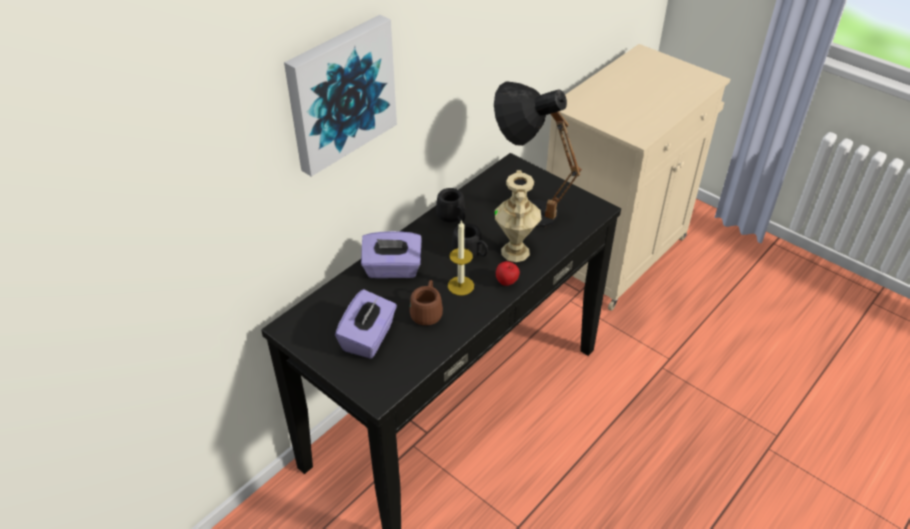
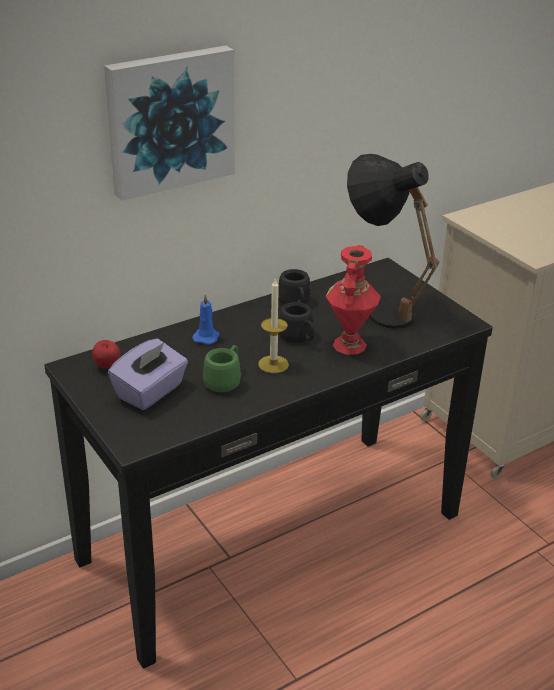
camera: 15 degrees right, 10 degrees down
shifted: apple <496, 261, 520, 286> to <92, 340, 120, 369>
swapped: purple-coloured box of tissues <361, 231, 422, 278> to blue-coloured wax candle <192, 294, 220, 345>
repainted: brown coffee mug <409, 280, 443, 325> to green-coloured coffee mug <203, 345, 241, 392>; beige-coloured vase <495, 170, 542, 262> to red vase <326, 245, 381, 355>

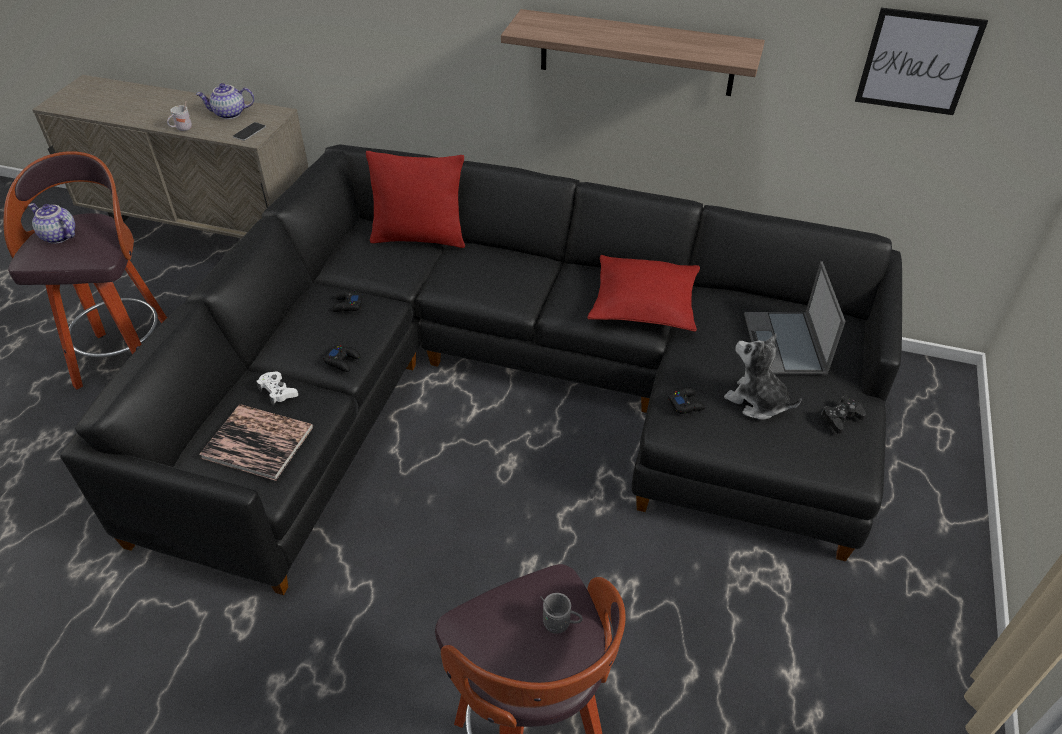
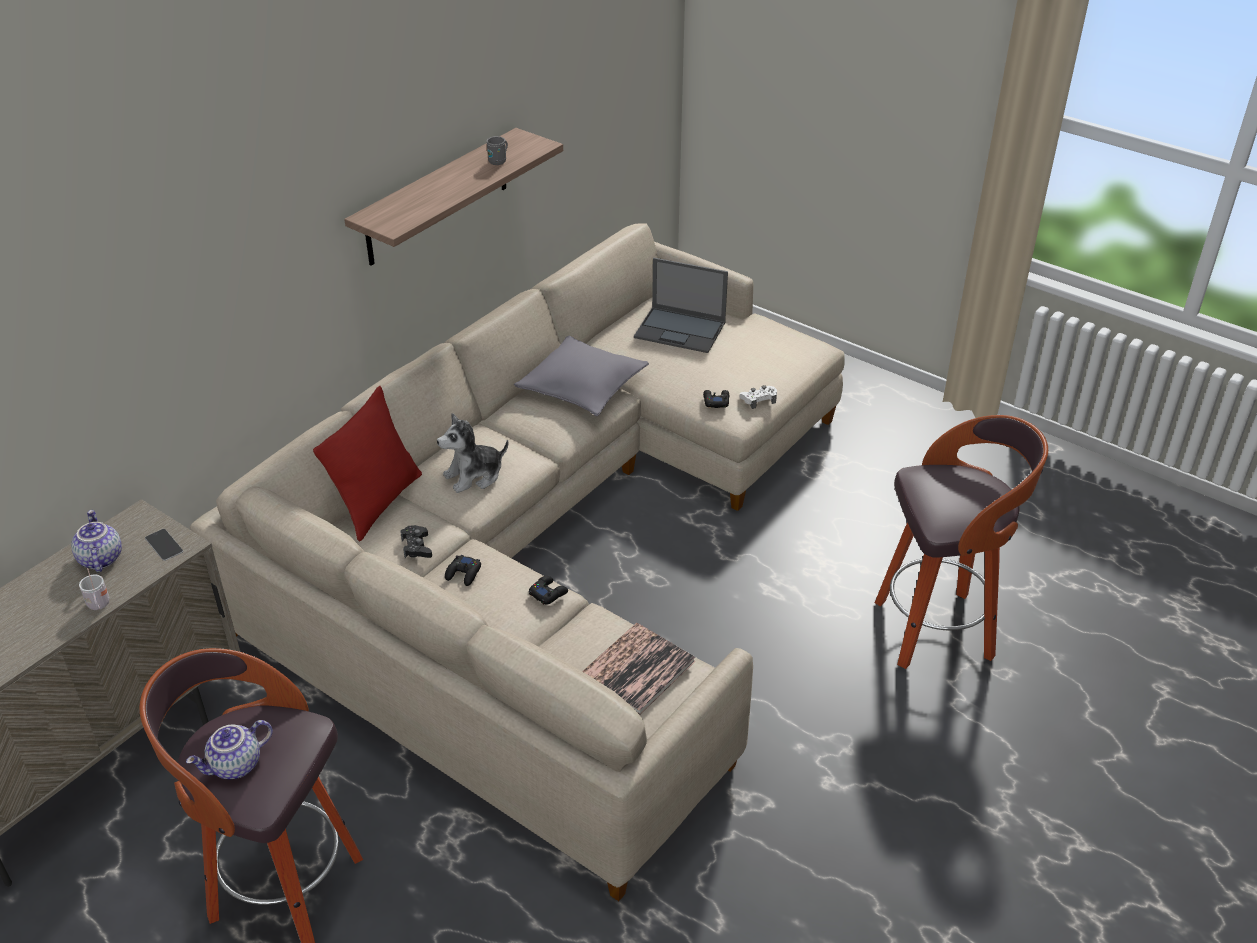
camera: 70 degrees left, 5 degrees down
gone: picture <855, 8, 988, 115>
shifted: white game controller <256, 372, 298, 406> to <740, 385, 777, 409>; gray coffee mug <540, 593, 583, 634> to <487, 136, 508, 165>; plush toy <724, 334, 802, 420> to <437, 413, 508, 493>; black-coloured game controller <821, 395, 866, 434> to <400, 525, 432, 558>
repainted: black-coloured settee <60, 145, 902, 595> to beige-coloured settee <190, 223, 845, 901>; red cushion <587, 255, 700, 332> to gray cushion <514, 336, 649, 416>
rotated: pot for tea <196, 83, 254, 119> = <71, 510, 122, 573> 150 degrees clockwise

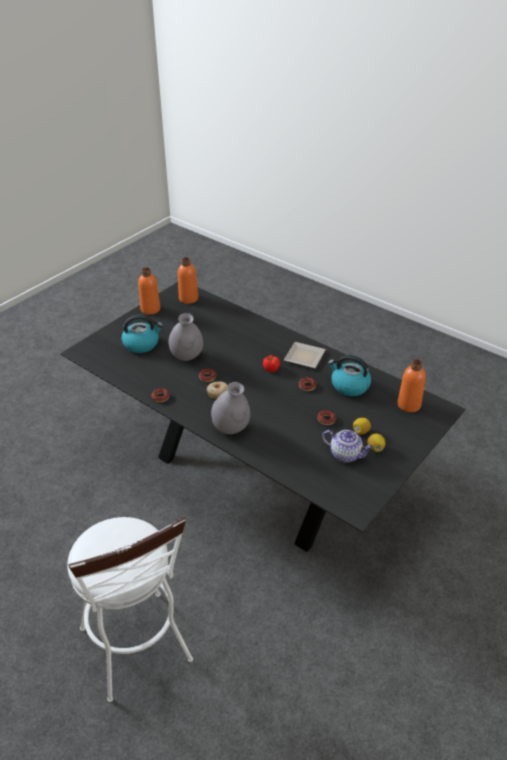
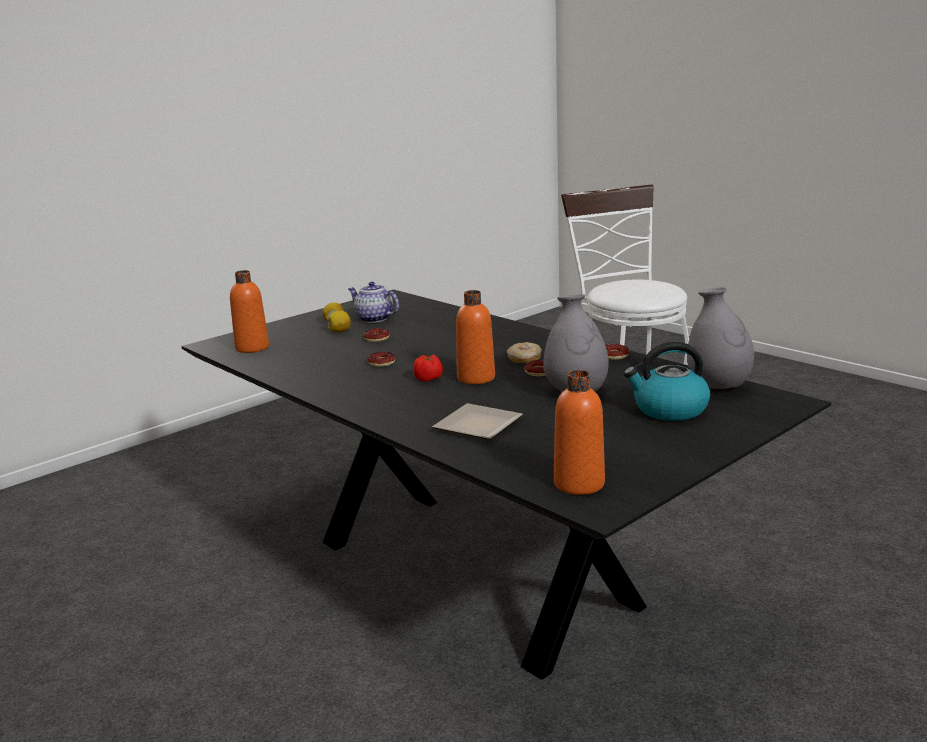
camera: 170 degrees left, 20 degrees down
gone: kettle <328, 355, 371, 396>
shifted: orange-coloured bottle <138, 267, 160, 315> to <456, 290, 495, 384>; gray vase <211, 382, 250, 434> to <687, 287, 754, 389>; plate <284, 342, 326, 369> to <432, 403, 523, 440>

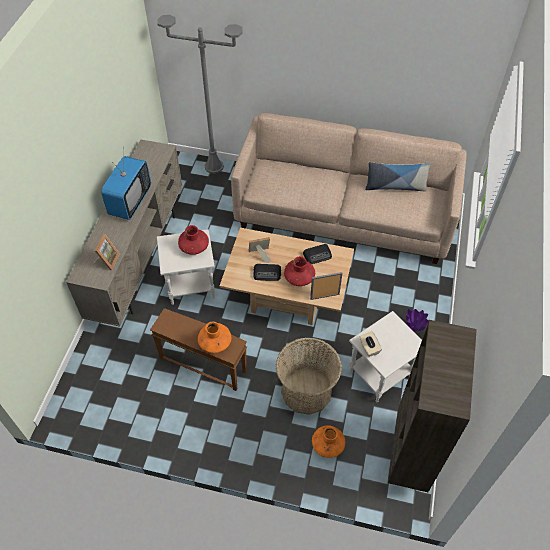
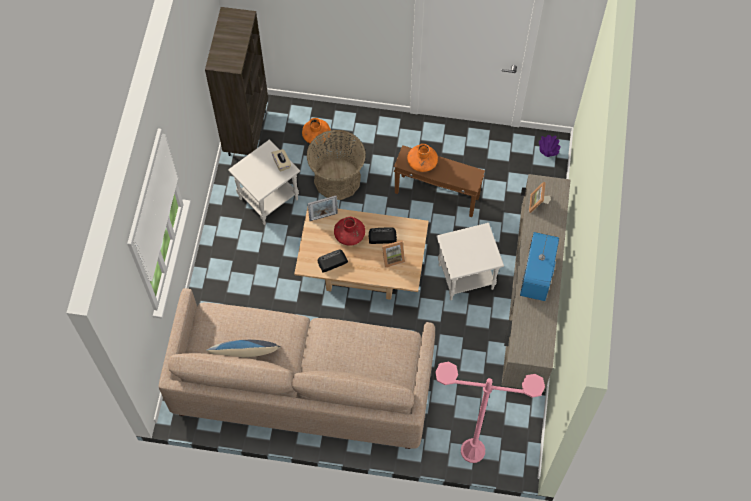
camera: 175 degrees right, 10 degrees up
gone: red vase <178, 225, 209, 255>
shifted: purple-coloured vase <406, 309, 429, 332> to <539, 135, 561, 157>
repainted: gray floor lamp <157, 15, 243, 174> to pink-coloured floor lamp <435, 362, 545, 463>

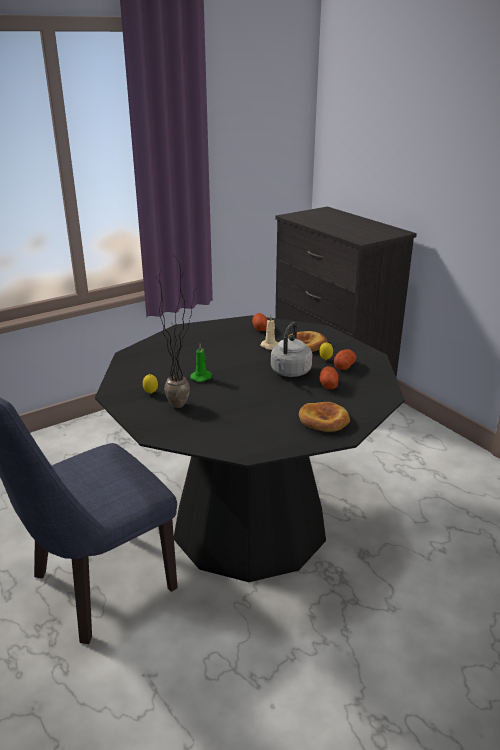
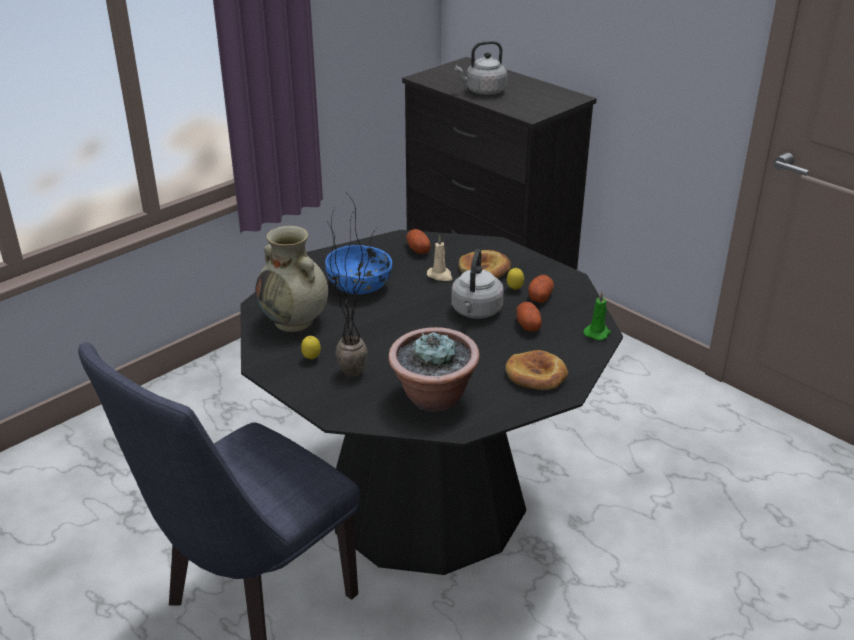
camera: 10 degrees left, 5 degrees up
new: beige-coloured vase <255, 226, 328, 332>; blue-coloured bowl <325, 245, 392, 294>; houseplant <388, 327, 480, 412>; gray kettle <455, 41, 507, 95>
shifted: green-coloured wax candle <190, 344, 212, 382> to <583, 292, 611, 340>

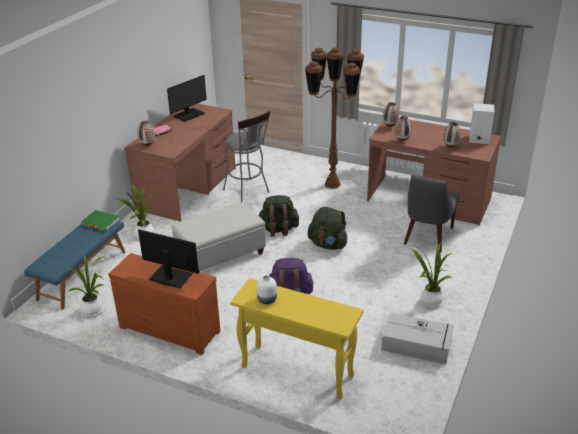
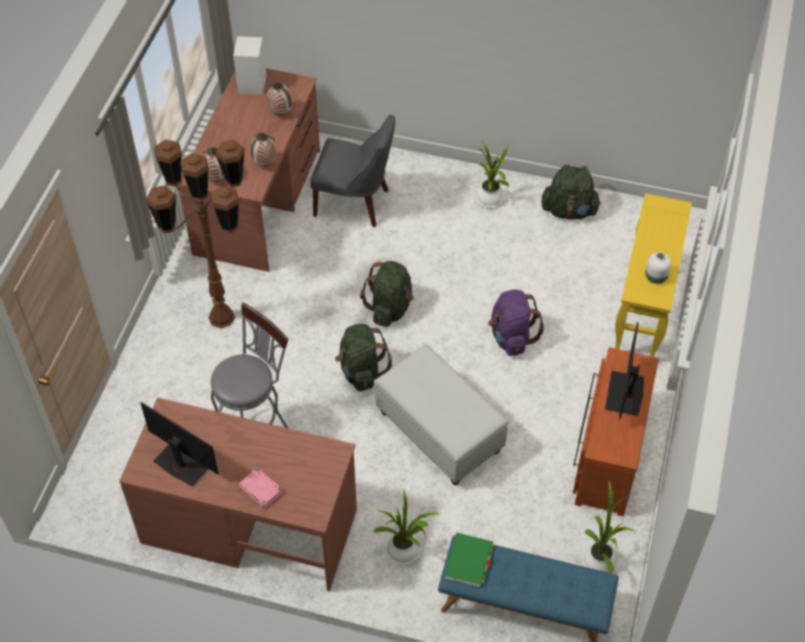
camera: 100 degrees left, 20 degrees up
gone: vase <137, 121, 155, 146>
swapped: gray storage bin <381, 313, 454, 364> to green-coloured backpack <541, 165, 601, 220>

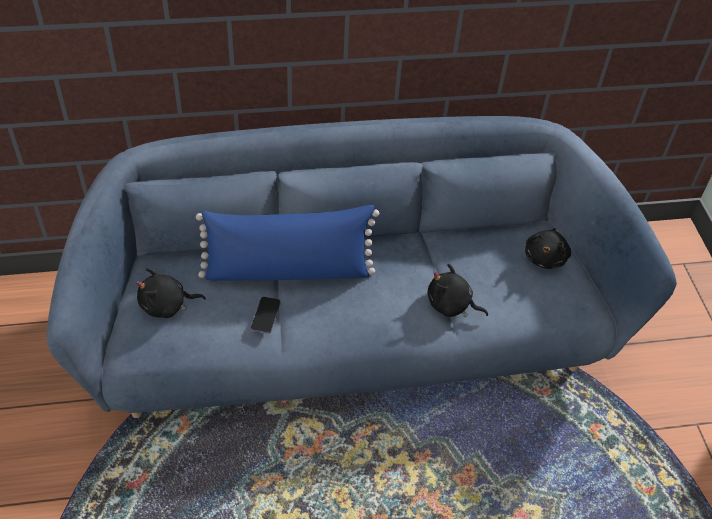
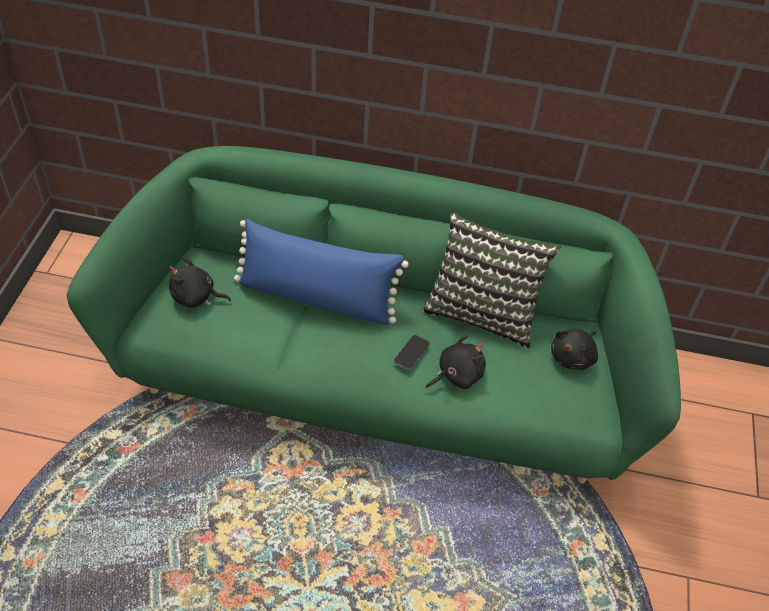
camera: 20 degrees right, 0 degrees up
new: cushion <423, 212, 561, 349>
shifted: telephone <251, 297, 281, 334> to <394, 335, 430, 370>
repainted: blue-coloured settee <47, 116, 677, 418> to green-coloured settee <66, 146, 681, 483>
rotated: black-coloured plush toy <428, 264, 488, 317> = <426, 335, 486, 389> 105 degrees clockwise

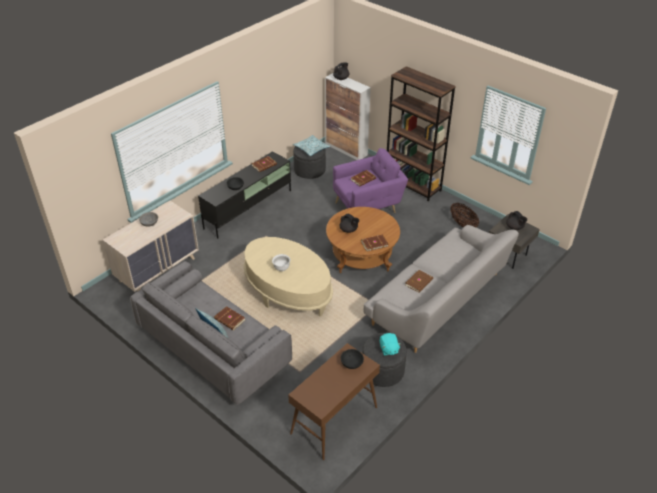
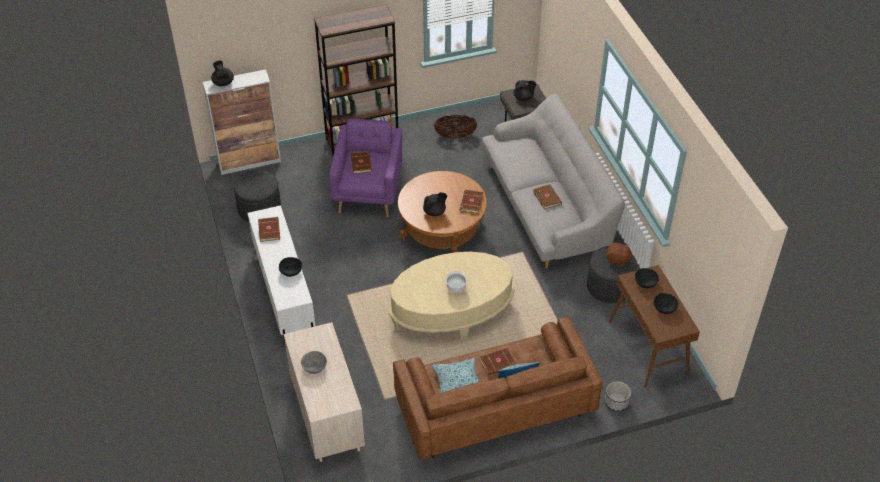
camera: 60 degrees left, 5 degrees up
new: plant pot <604, 381, 631, 412>; black-coloured bowl <654, 293, 679, 314>
shifted: cushion <293, 135, 330, 156> to <432, 358, 479, 393>
repainted: gray settee <130, 261, 292, 405> to brown settee <393, 317, 602, 460>; black-coloured tv stand <198, 151, 291, 238> to white tv stand <248, 205, 315, 347>; turquoise-coloured plush toy <380, 333, 401, 356> to brown plush toy <606, 242, 633, 266>

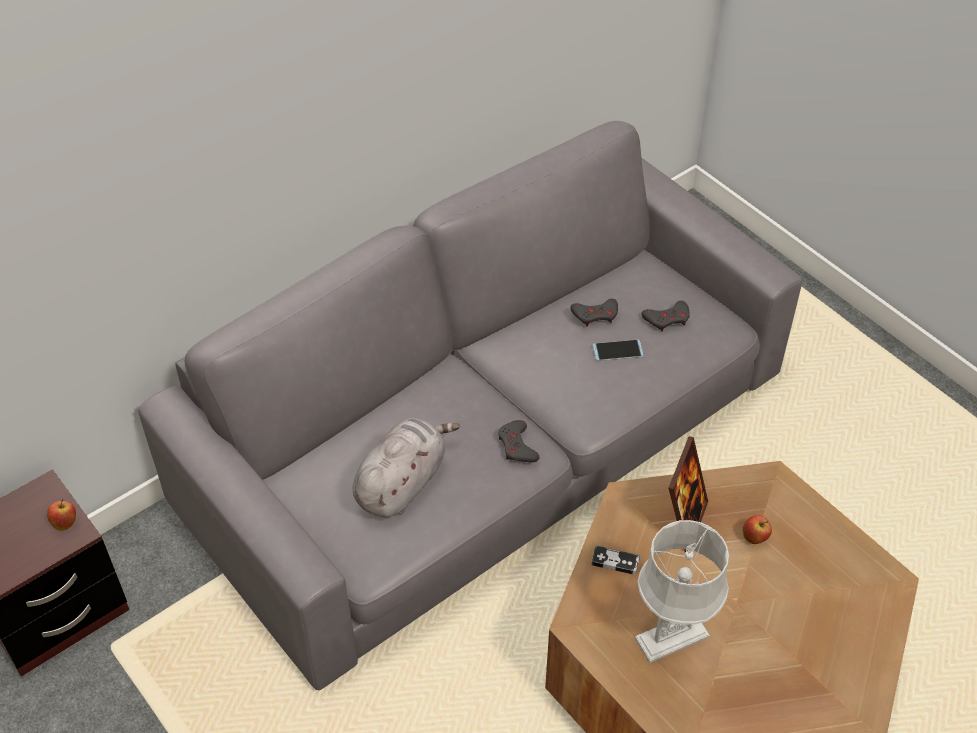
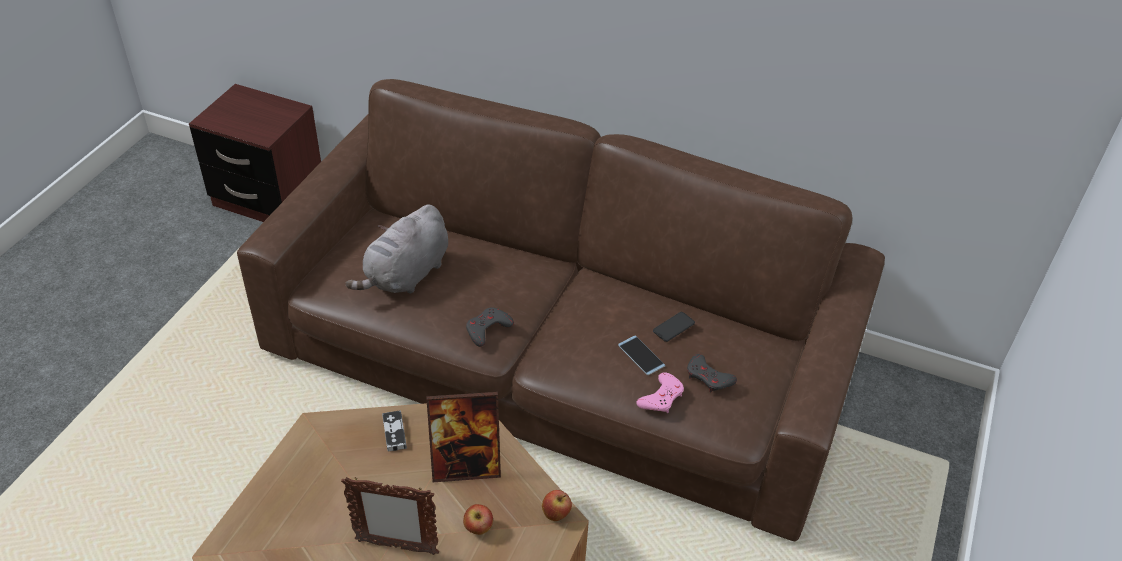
camera: 60 degrees right, 5 degrees down
gone: gray lamp for a table <635, 520, 729, 663>
new: standing frame <341, 477, 439, 555>; pink-coloured game controller <636, 372, 684, 413>
shifted: apple <47, 499, 76, 531> to <542, 490, 572, 521>
swapped: gray game controller <571, 299, 618, 327> to telephone <653, 312, 695, 342>
repainted: gray settee <138, 121, 802, 690> to brown settee <237, 79, 885, 541>
rotated: gray plush toy <353, 418, 460, 517> = <345, 205, 448, 294> 120 degrees clockwise

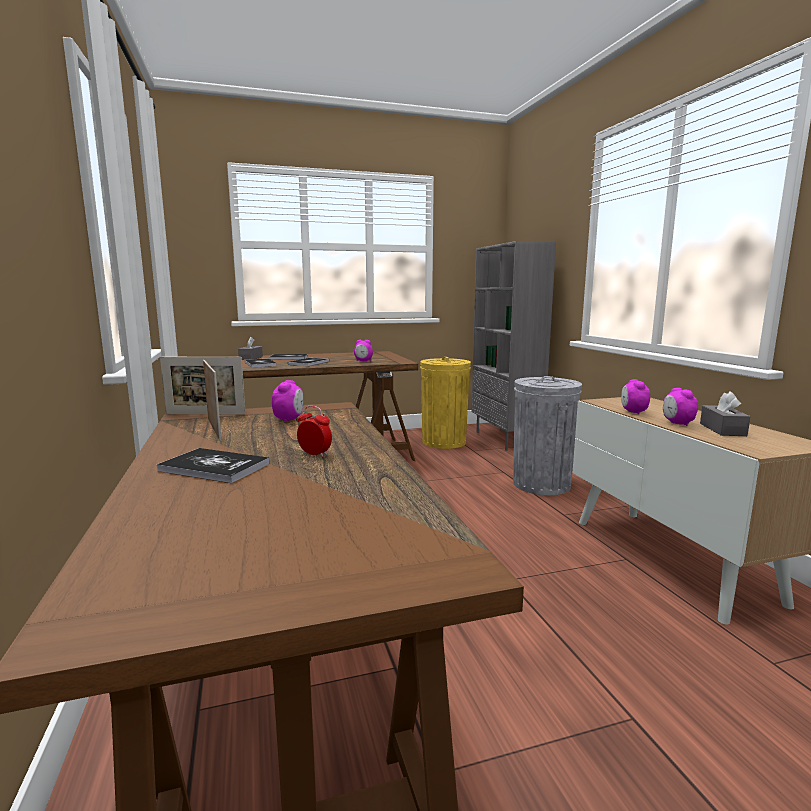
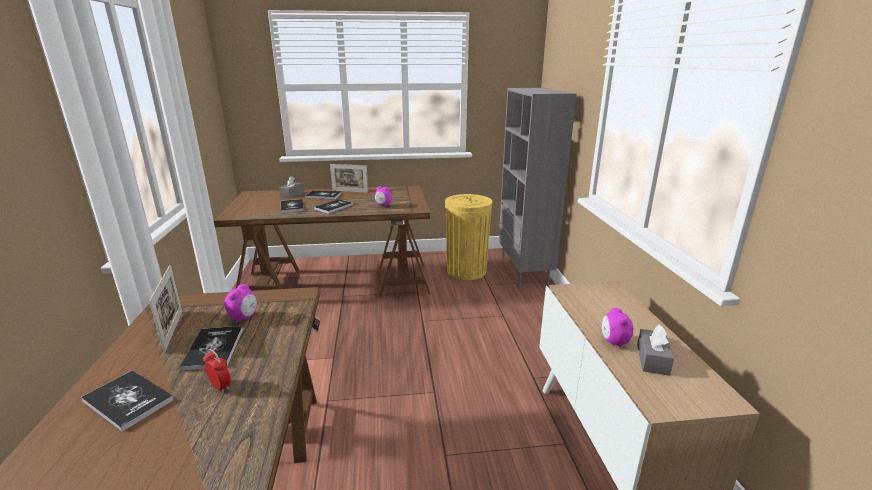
camera: 10 degrees right, 10 degrees up
gone: gray waste bin <513, 376, 582, 495>; bedside clock <621, 379, 650, 414>
new: volume <179, 326, 243, 371>
shifted: standing frame <160, 357, 246, 415> to <330, 164, 368, 193>

